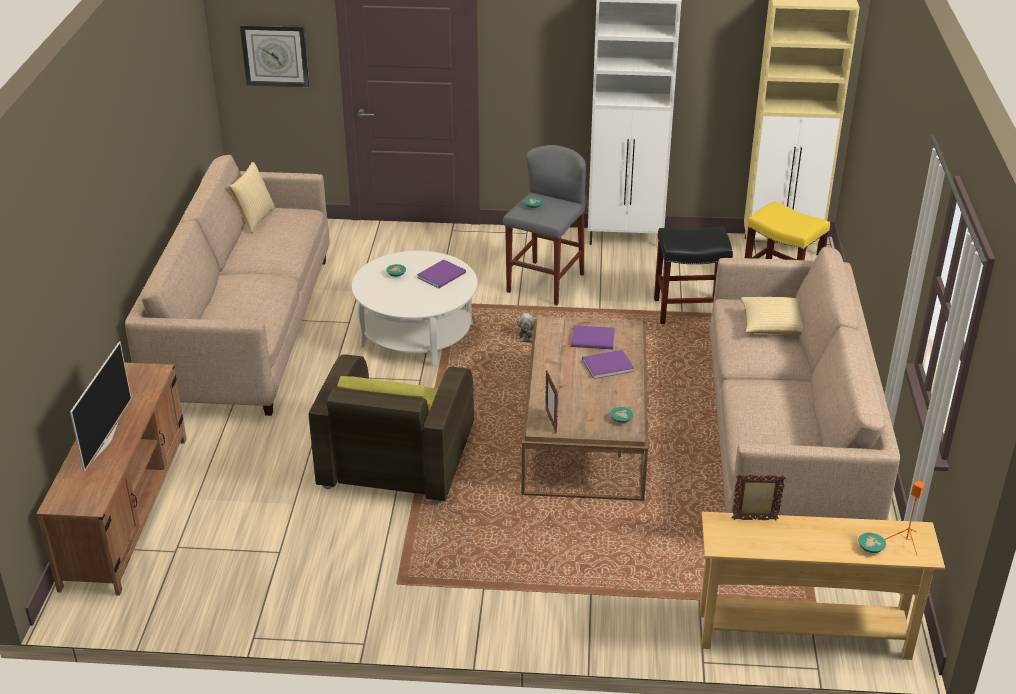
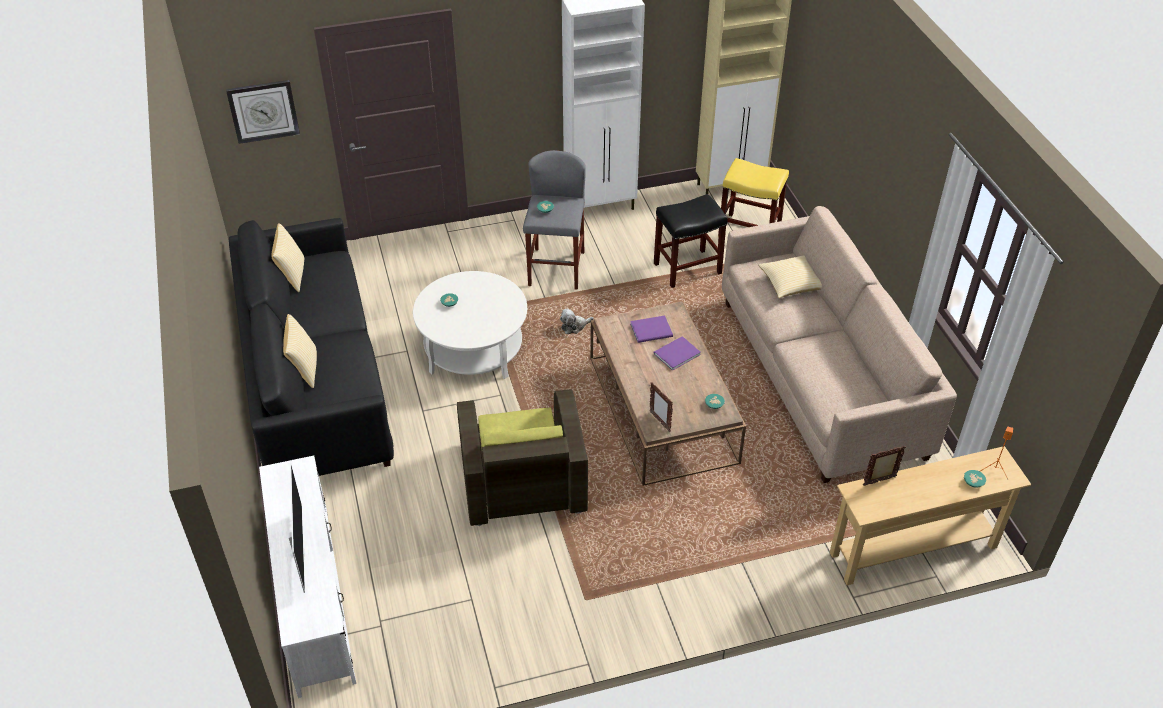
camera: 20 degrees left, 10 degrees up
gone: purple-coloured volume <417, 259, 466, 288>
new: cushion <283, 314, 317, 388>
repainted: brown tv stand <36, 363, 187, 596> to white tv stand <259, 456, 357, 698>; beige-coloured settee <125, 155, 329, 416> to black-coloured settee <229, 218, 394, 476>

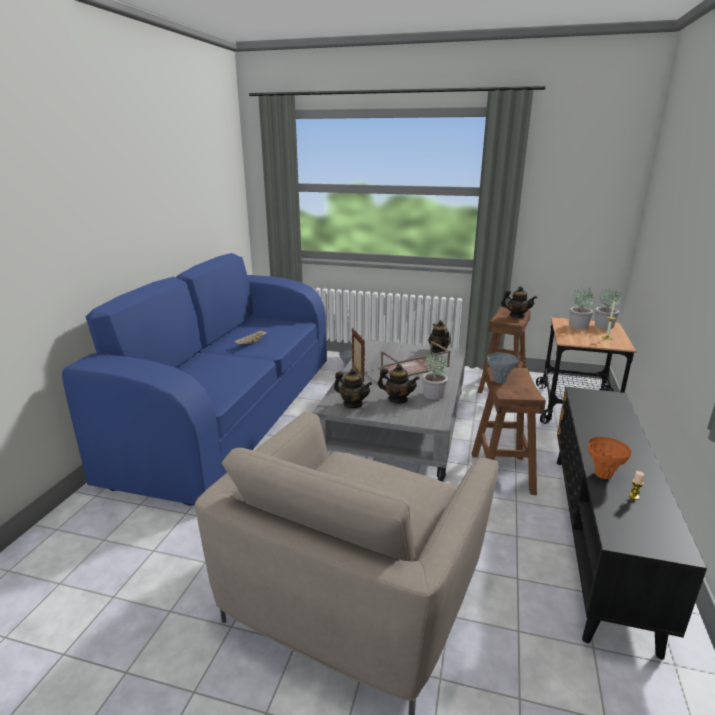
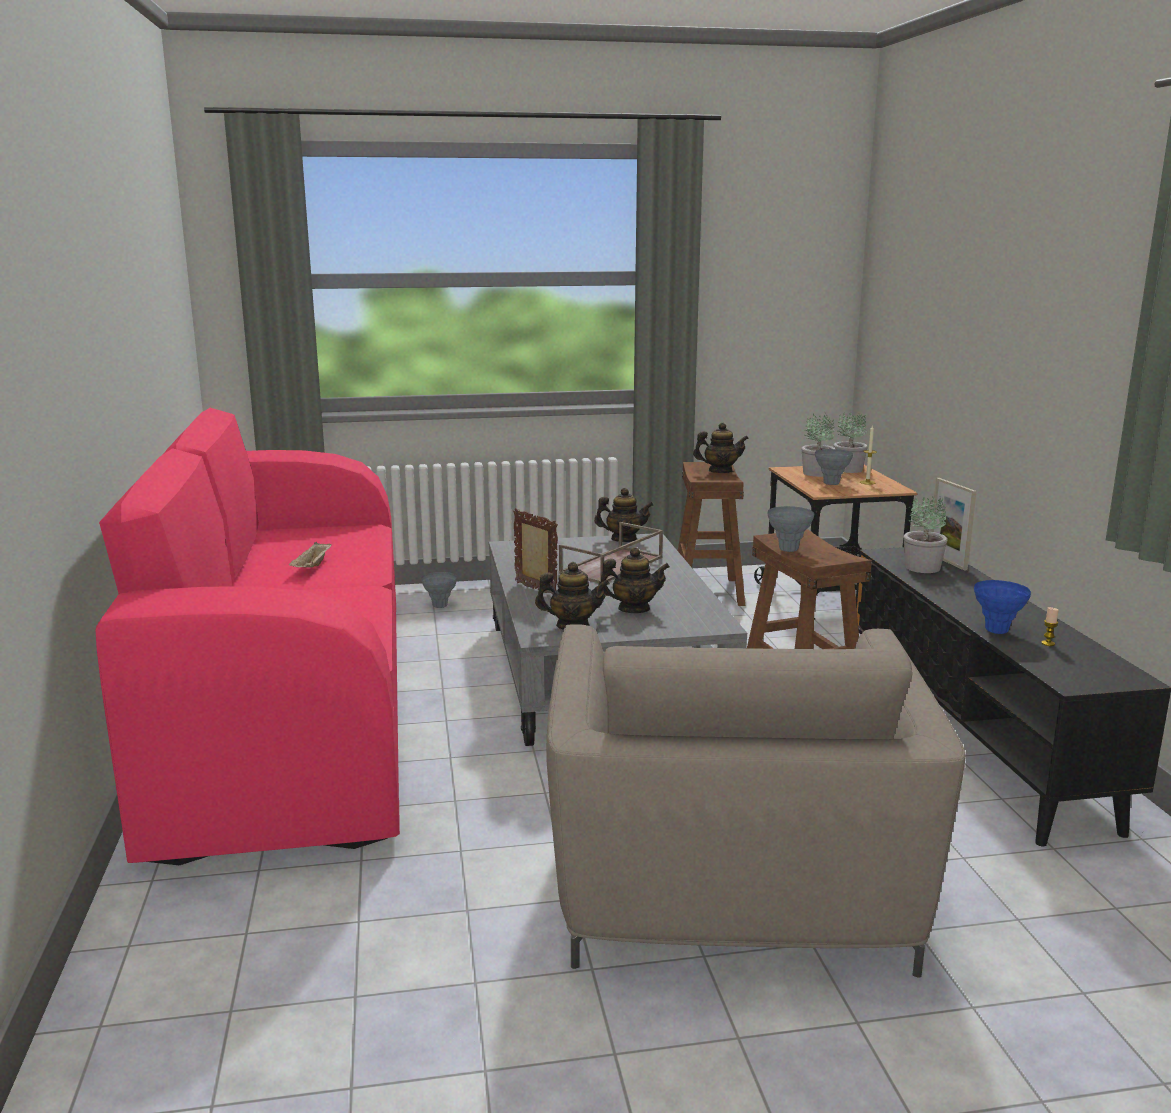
camera: 25 degrees left, 5 degrees down
new: gray vase <815, 449, 853, 485>; standing frame <931, 478, 977, 571>
shifted: houseplant <422, 353, 448, 400> to <904, 496, 948, 573>
repainted: blue-coloured settee <62, 253, 327, 505> to pink-coloured settee <96, 408, 400, 865>; orange-coloured vase <588, 437, 631, 479> to blue-coloured vase <974, 580, 1031, 634>
rotated: pot for tea <428, 320, 451, 353> = <594, 488, 653, 542> 135 degrees clockwise

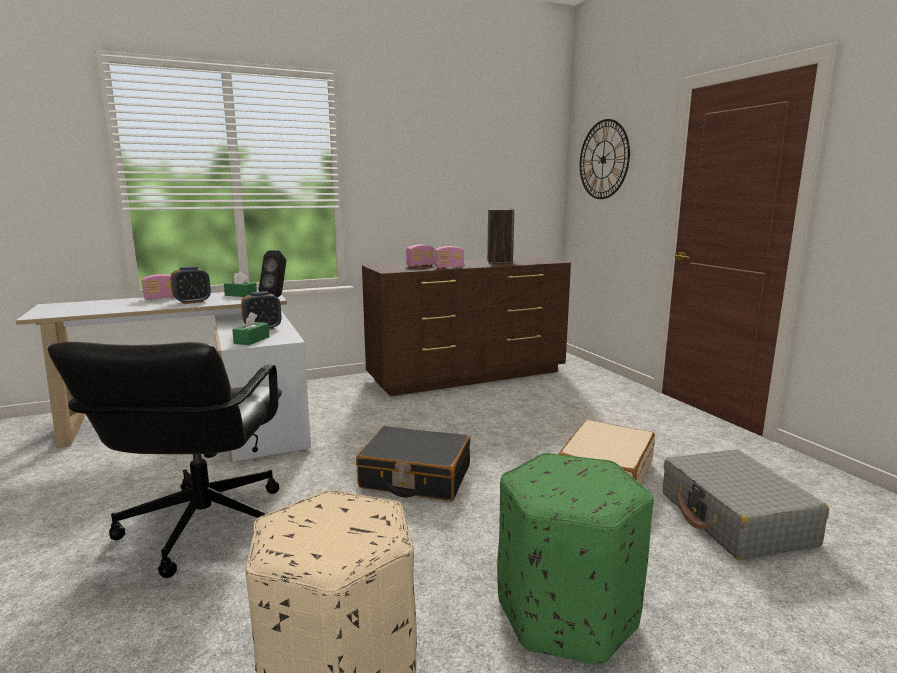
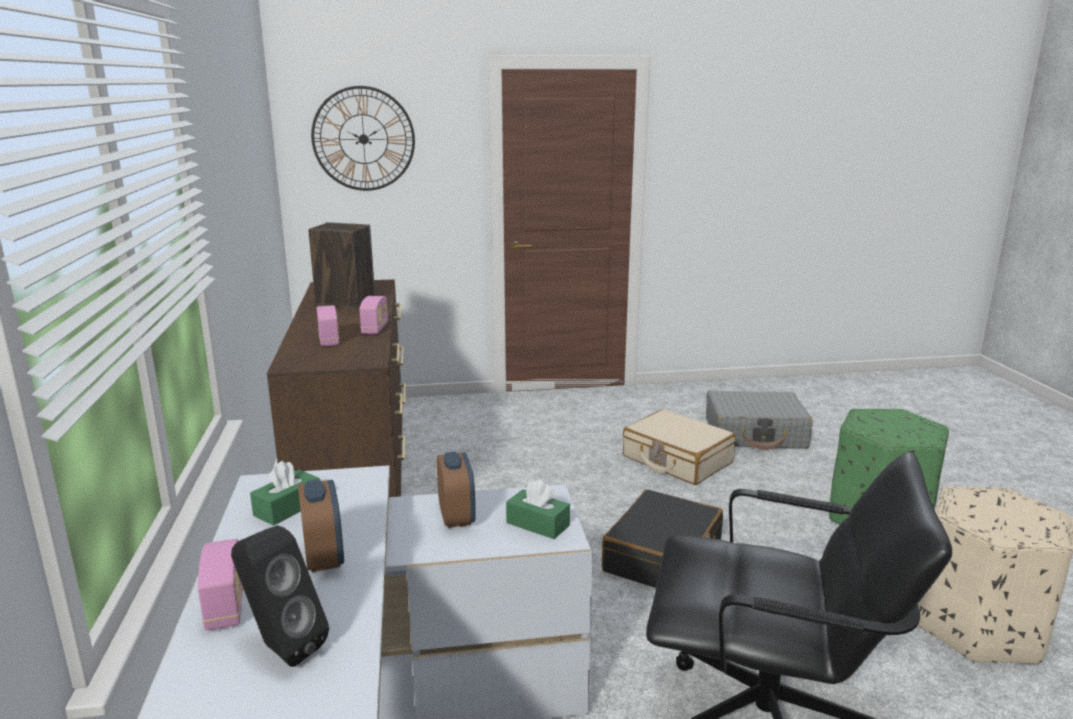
camera: 75 degrees left, 5 degrees up
shifted: black-coloured loudspeaker <259, 250, 286, 297> to <231, 525, 329, 667>

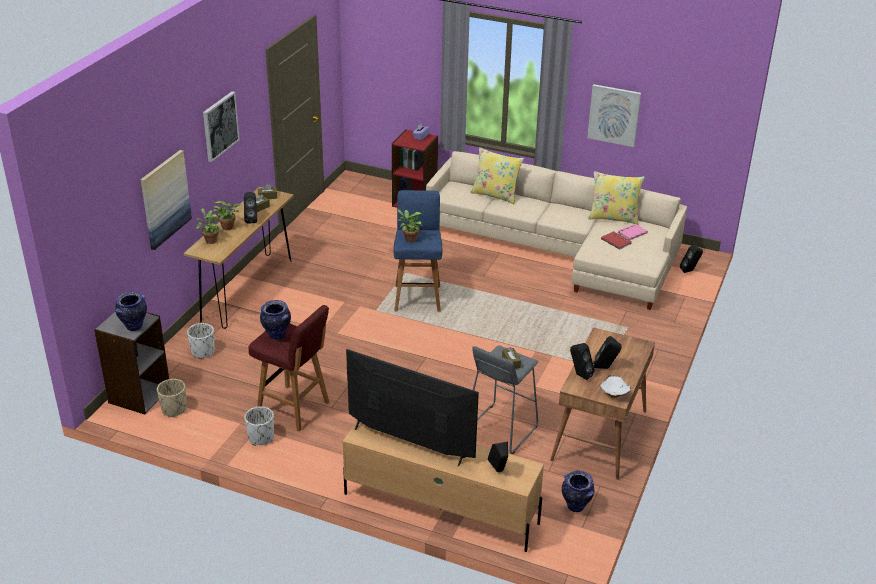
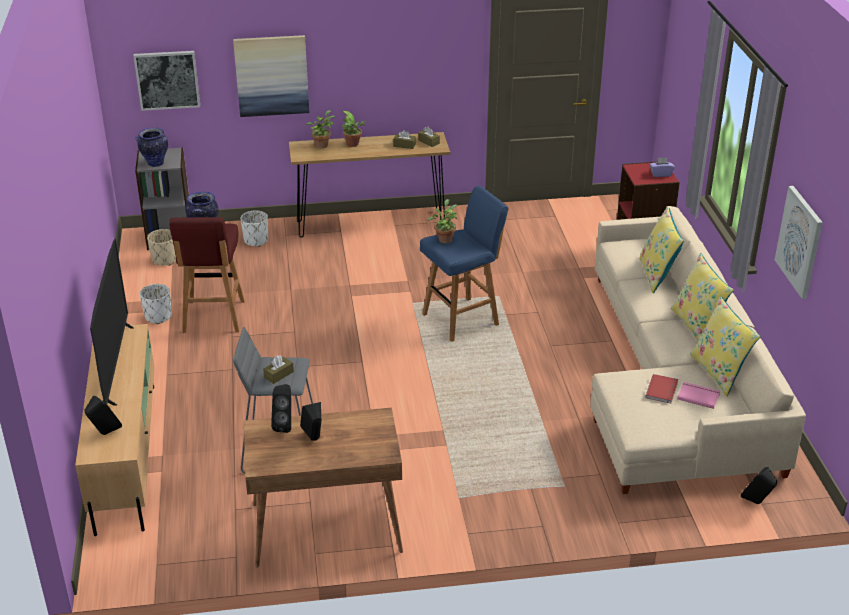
camera: 60 degrees right, 0 degrees up
gone: black-coloured loudspeaker <244, 192, 257, 223>; vase <562, 471, 594, 512>; white bowl <599, 375, 631, 398>
new: yellowish cushion <671, 253, 734, 341>
shifted: picture <203, 91, 240, 162> to <133, 51, 200, 111>

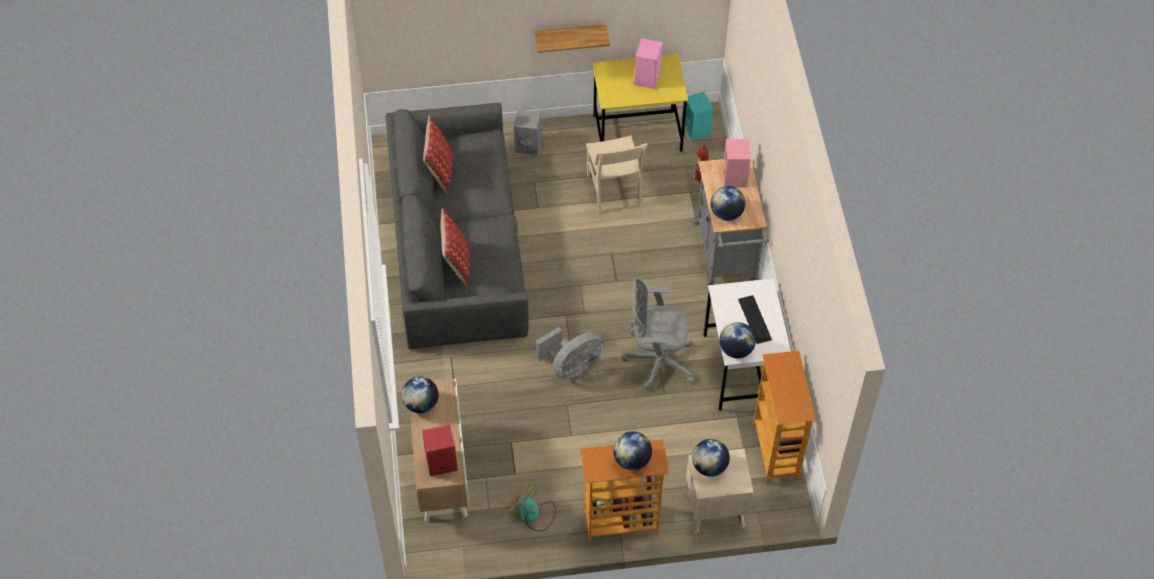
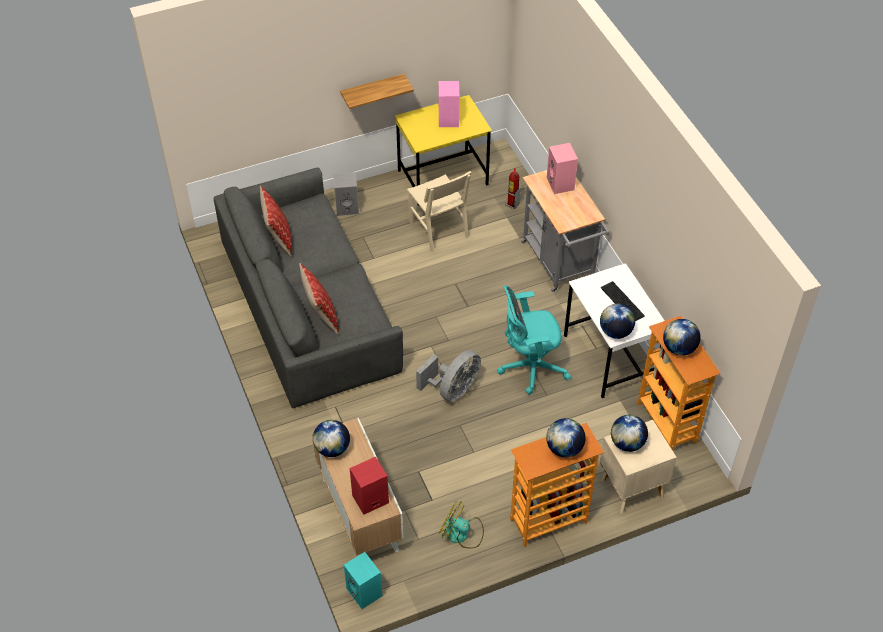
camera: 15 degrees left, 5 degrees down
shifted: turquoise-coloured loudspeaker <685, 92, 713, 141> to <344, 552, 382, 609>; desk globe <711, 186, 745, 221> to <663, 319, 701, 356>
repainted: gray office chair <622, 278, 695, 389> to turquoise-coloured office chair <497, 286, 571, 395>

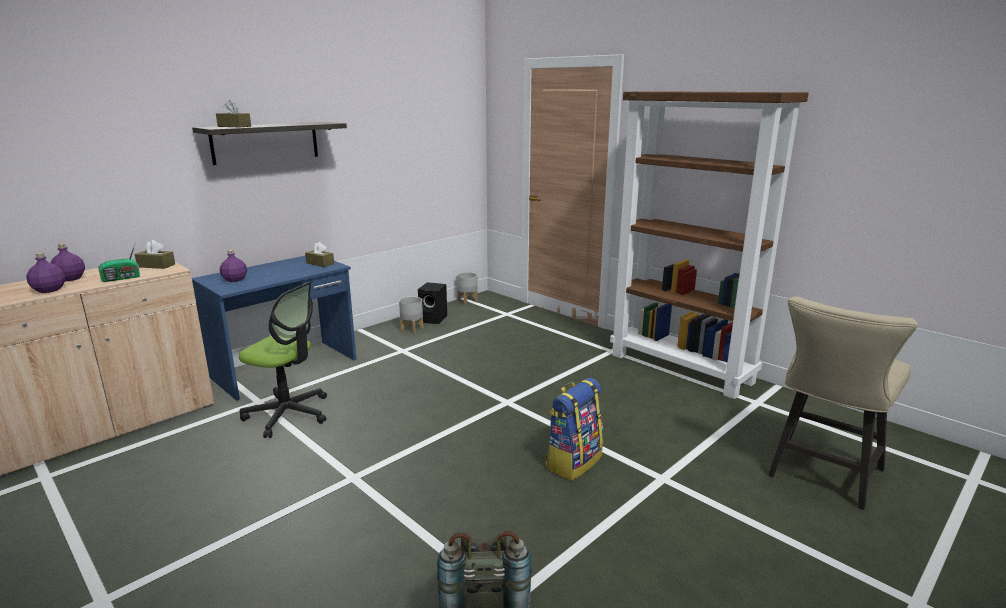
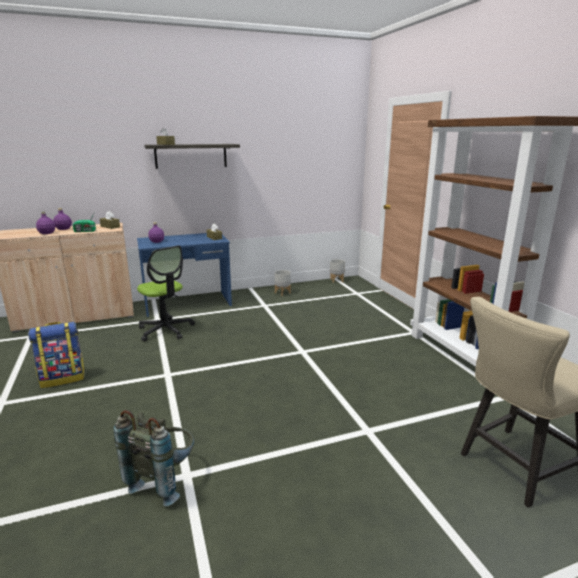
camera: 25 degrees right, 0 degrees up
gone: black-coloured loudspeaker <418, 282, 447, 324>
shifted: backpack <545, 378, 603, 481> to <28, 322, 85, 388>

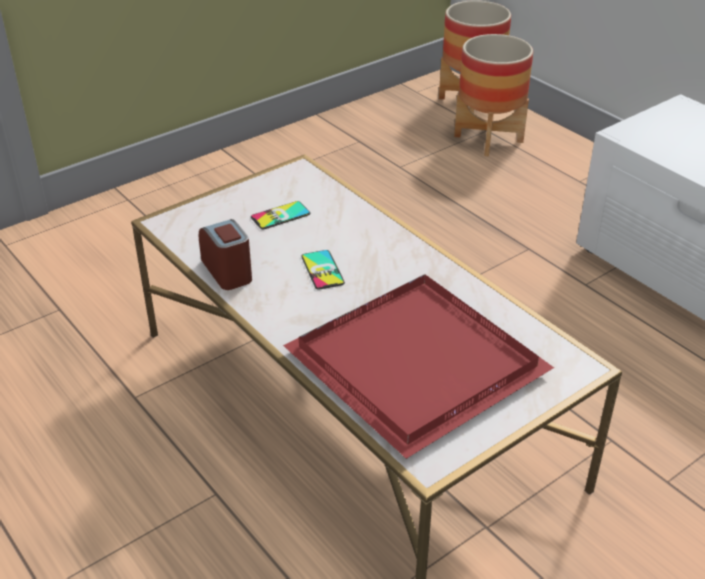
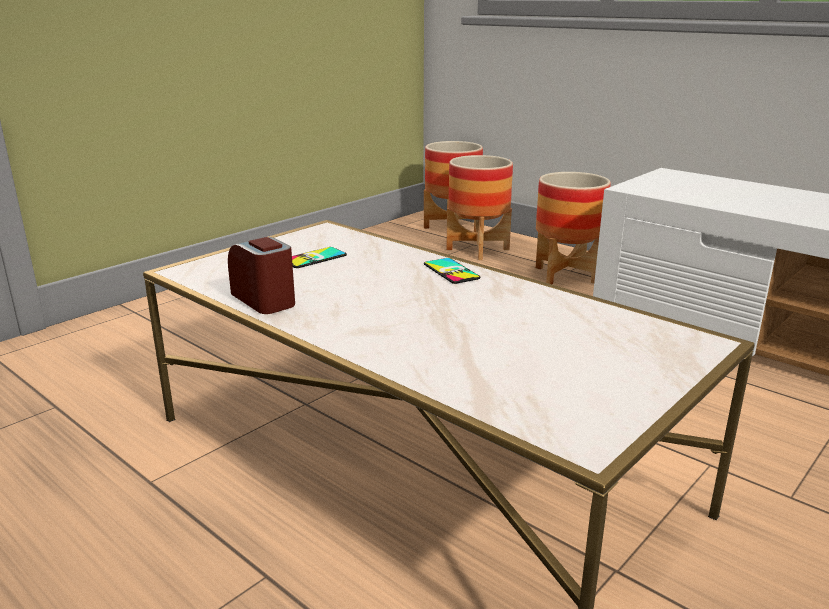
camera: 10 degrees left, 15 degrees down
gone: red serving tray <283, 274, 554, 459>
new: plant pot <536, 172, 611, 284>
shifted: telephone <301, 250, 345, 290> to <424, 258, 480, 284>

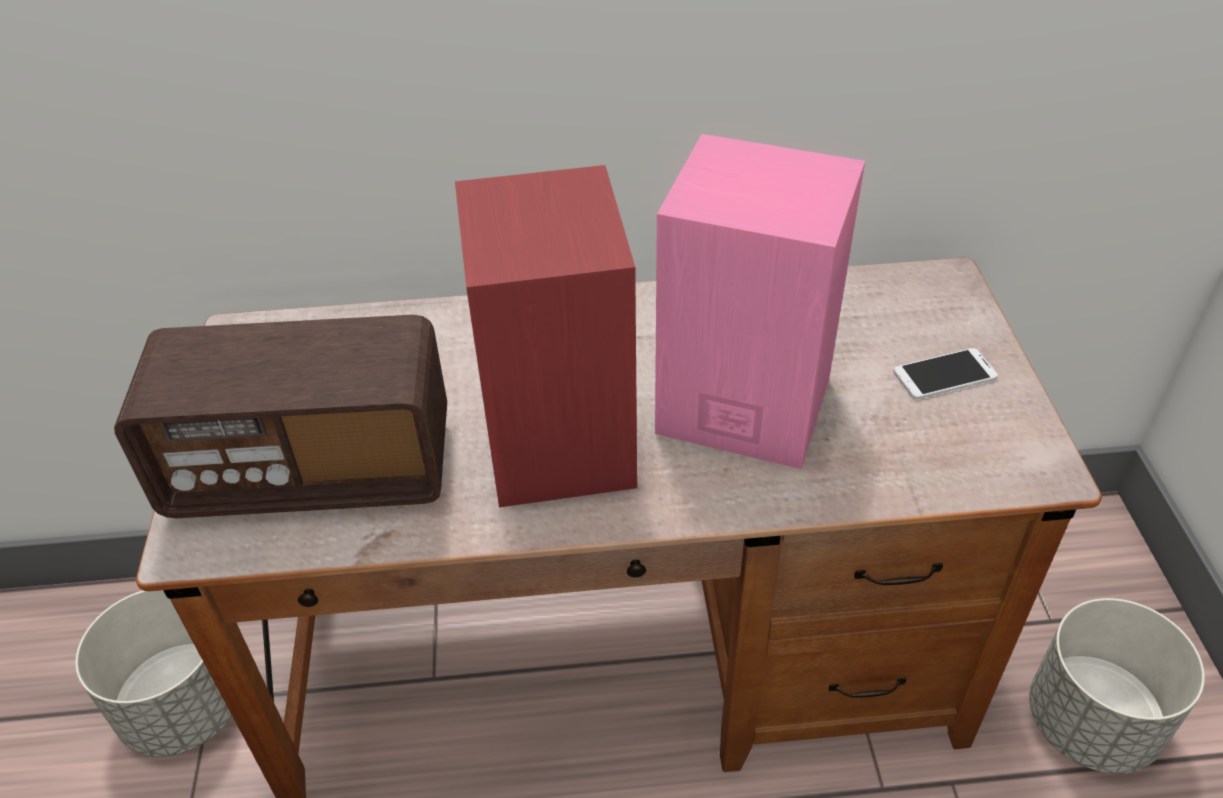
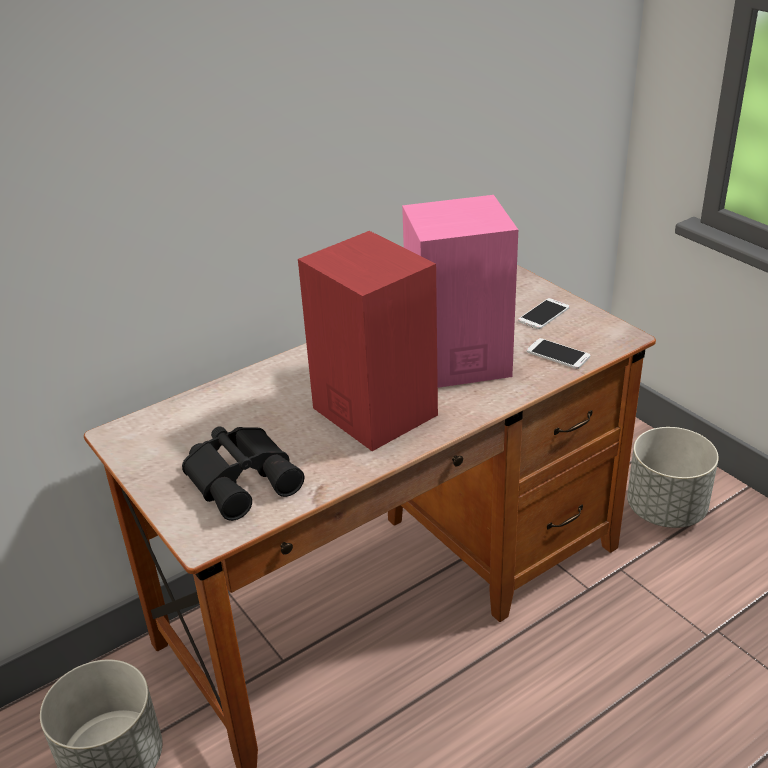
camera: 30 degrees left, 10 degrees down
new: telephone <526, 338, 590, 369>
swapped: radio receiver <114, 315, 447, 518> to black-coloured binoculars <182, 426, 304, 521>

